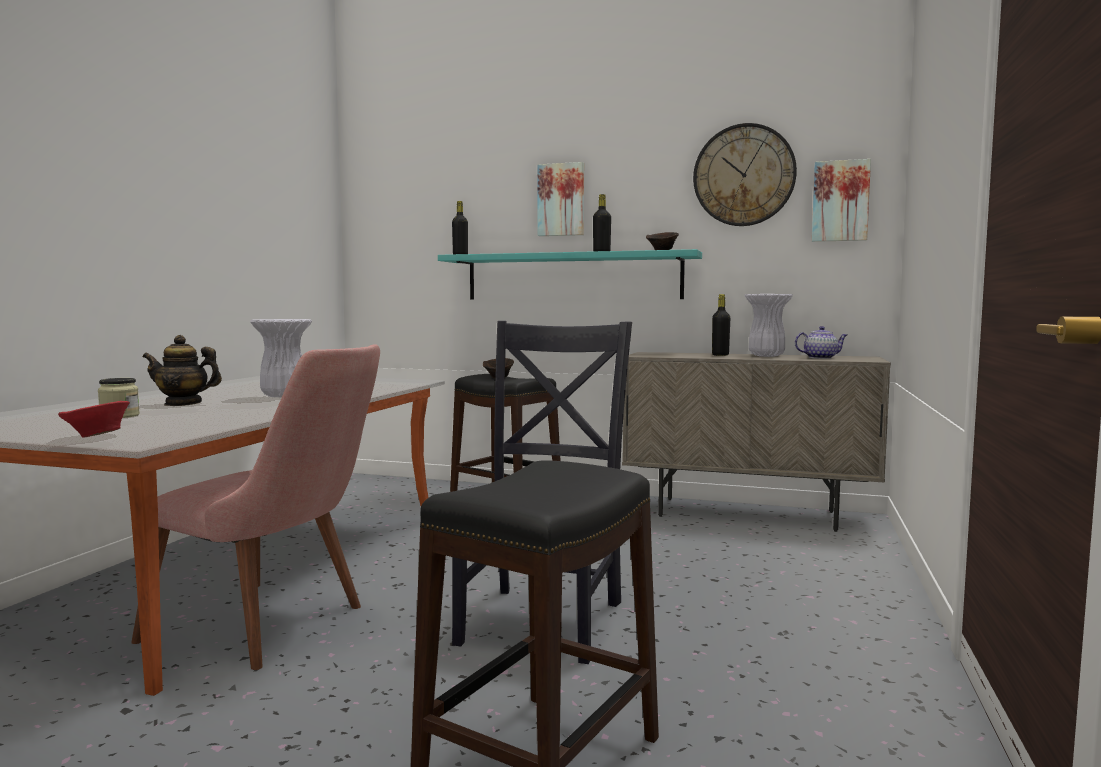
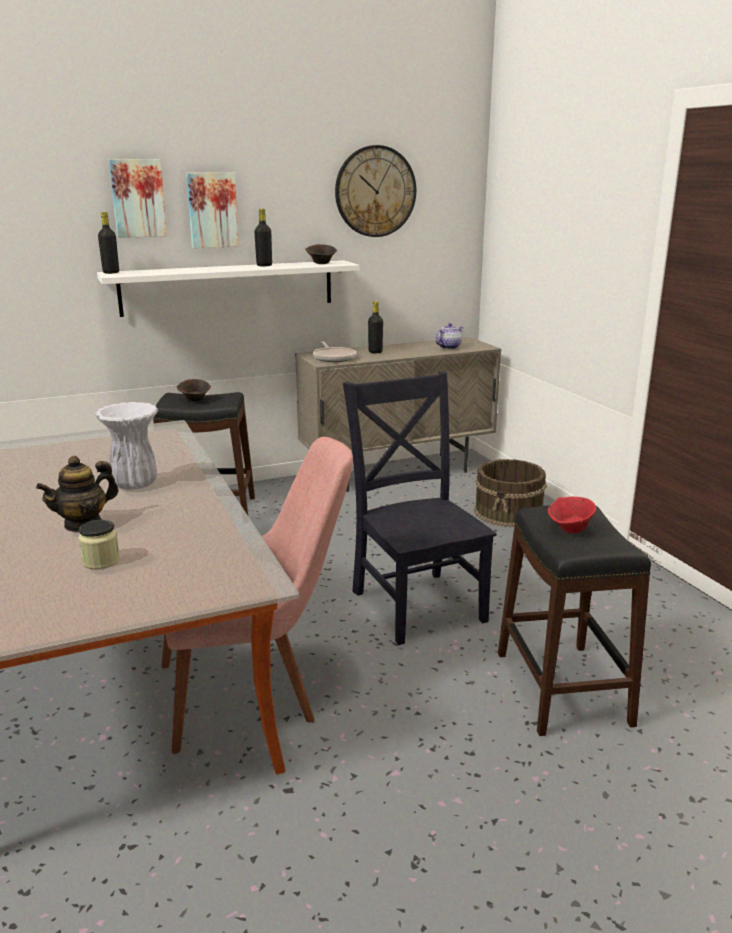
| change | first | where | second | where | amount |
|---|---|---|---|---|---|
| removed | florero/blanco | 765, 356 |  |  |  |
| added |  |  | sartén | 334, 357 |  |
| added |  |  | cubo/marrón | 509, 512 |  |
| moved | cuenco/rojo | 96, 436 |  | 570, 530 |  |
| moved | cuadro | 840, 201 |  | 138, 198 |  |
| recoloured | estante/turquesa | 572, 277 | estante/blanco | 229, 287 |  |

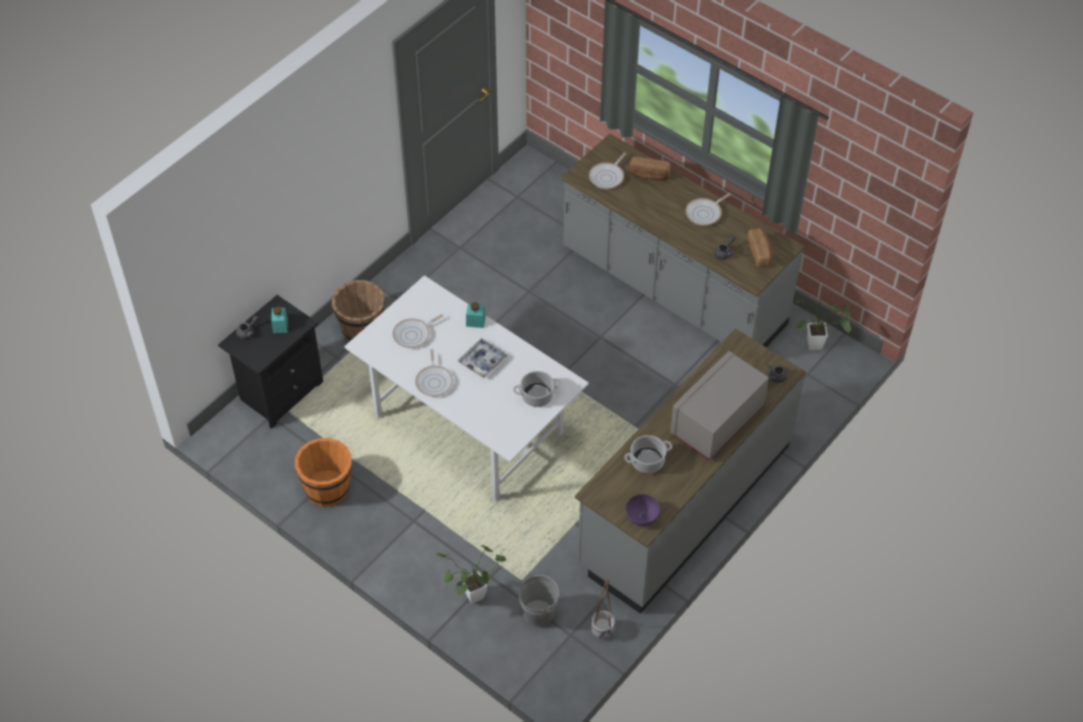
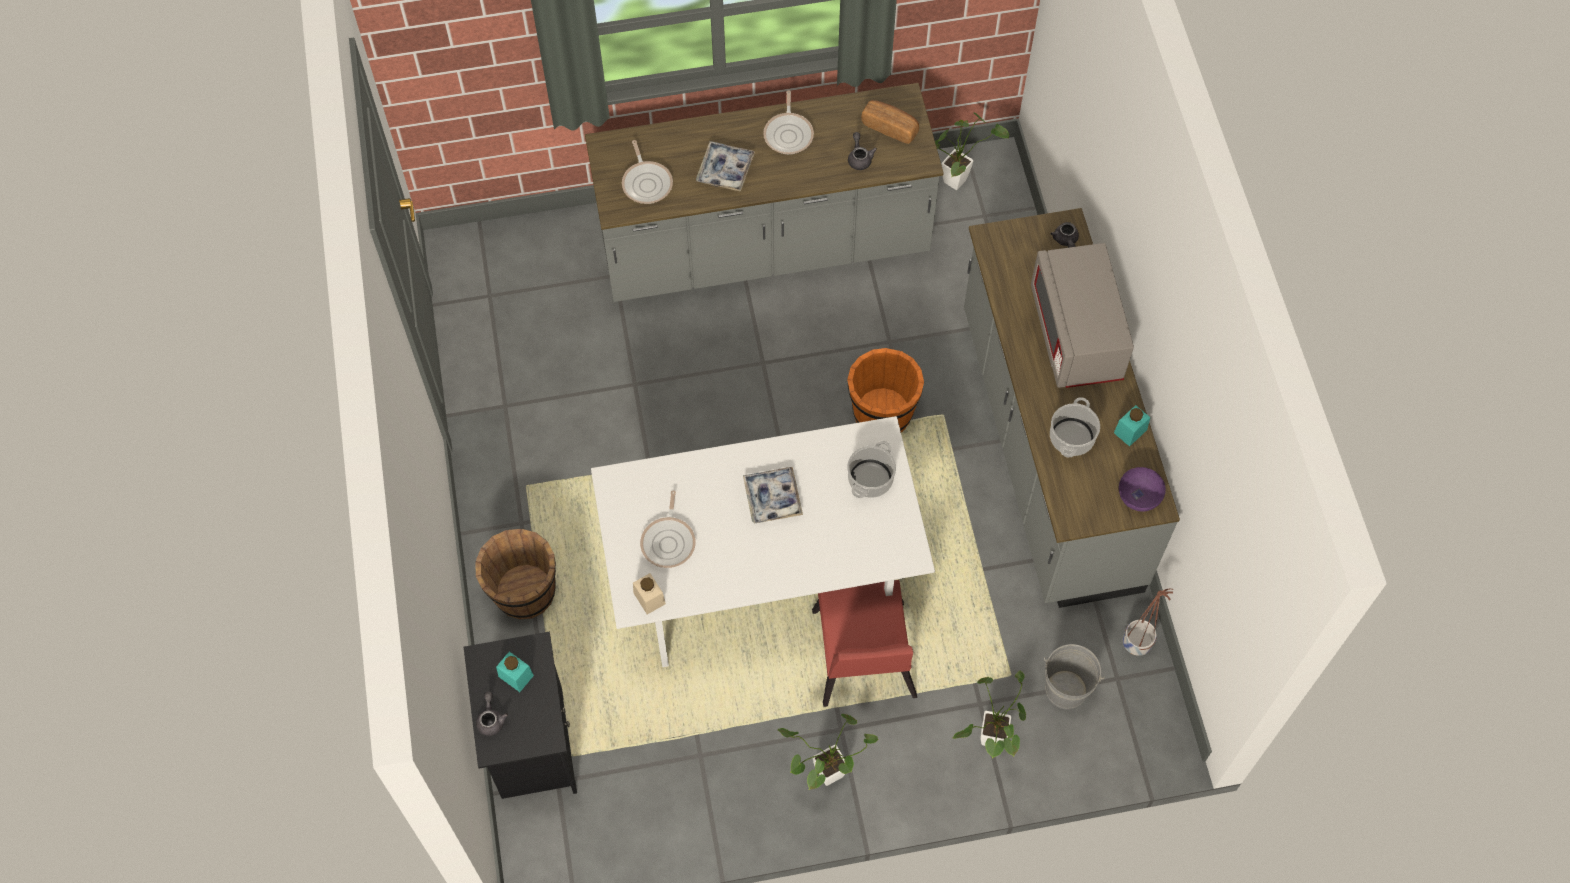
| change | first | where | second | where | amount |
|---|---|---|---|---|---|
| removed | sartén | 434, 381 |  |  |  |
| removed | pan | 649, 175 |  |  |  |
| added |  |  | tarro/beis | 649, 598 |  |
| added |  |  | bandeja | 725, 170 |  |
| added |  |  | planta en maceta | 824, 776 |  |
| added |  |  | silla/rojo | 862, 662 |  |
| moved | cubo/naranja | 327, 488 |  | 882, 412 |  |
| moved | tarro/turquesa | 475, 321 |  | 1130, 431 |  |

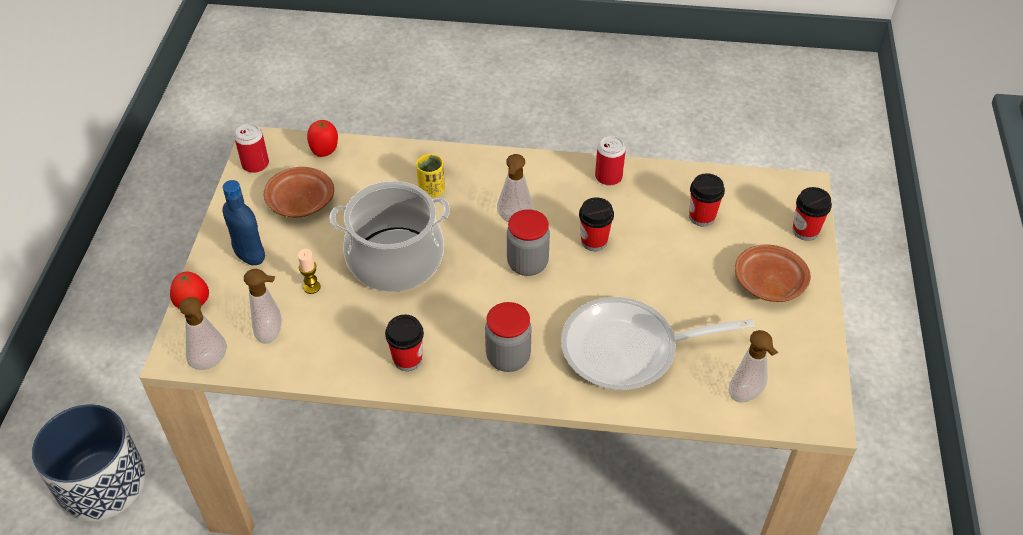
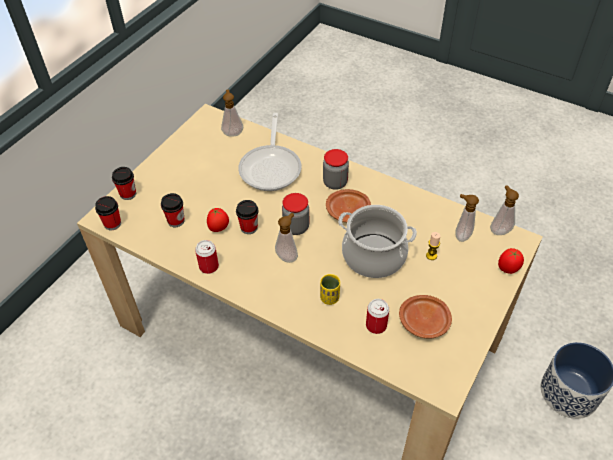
| change | first | where | second | where | amount |
|---|---|---|---|---|---|
| removed | botella/azul | 250, 256 |  |  |  |
| moved | lata | 255, 164 |  | 376, 325 |  |
| moved | tomate | 325, 150 |  | 219, 228 |  |
| moved | taza | 407, 359 |  | 112, 224 |  |
| moved | plato/marrón | 768, 282 |  | 348, 211 |  |
| turned | sartén | 630, 350 |  | 271, 167 | 75 degrees clockwise |

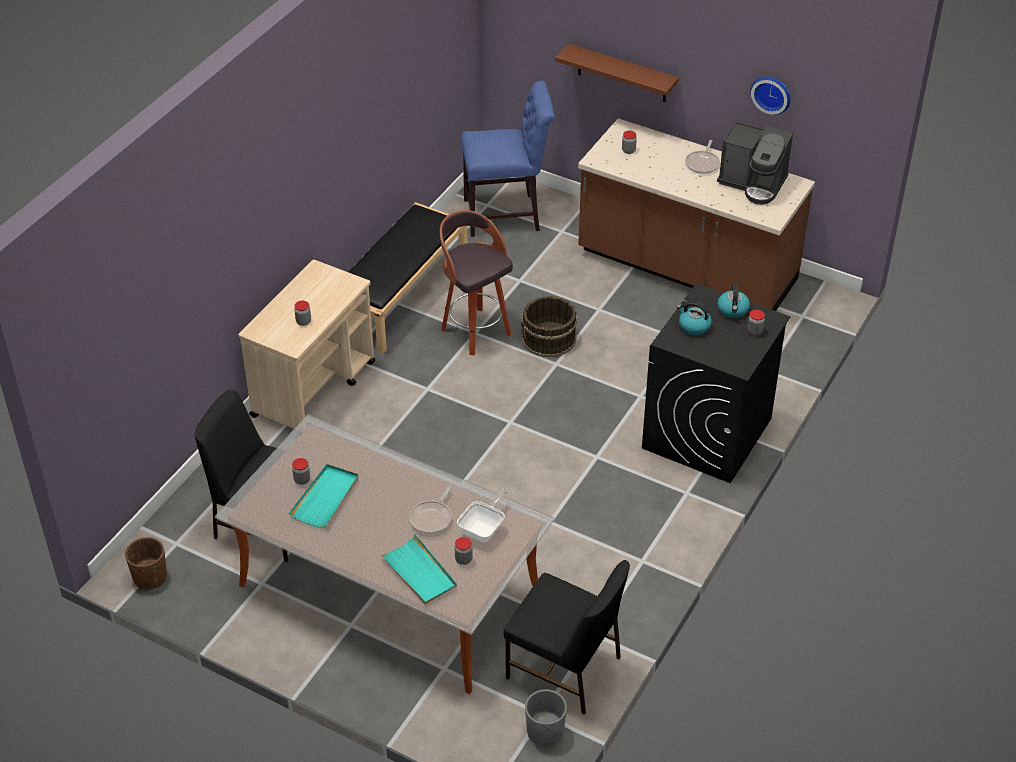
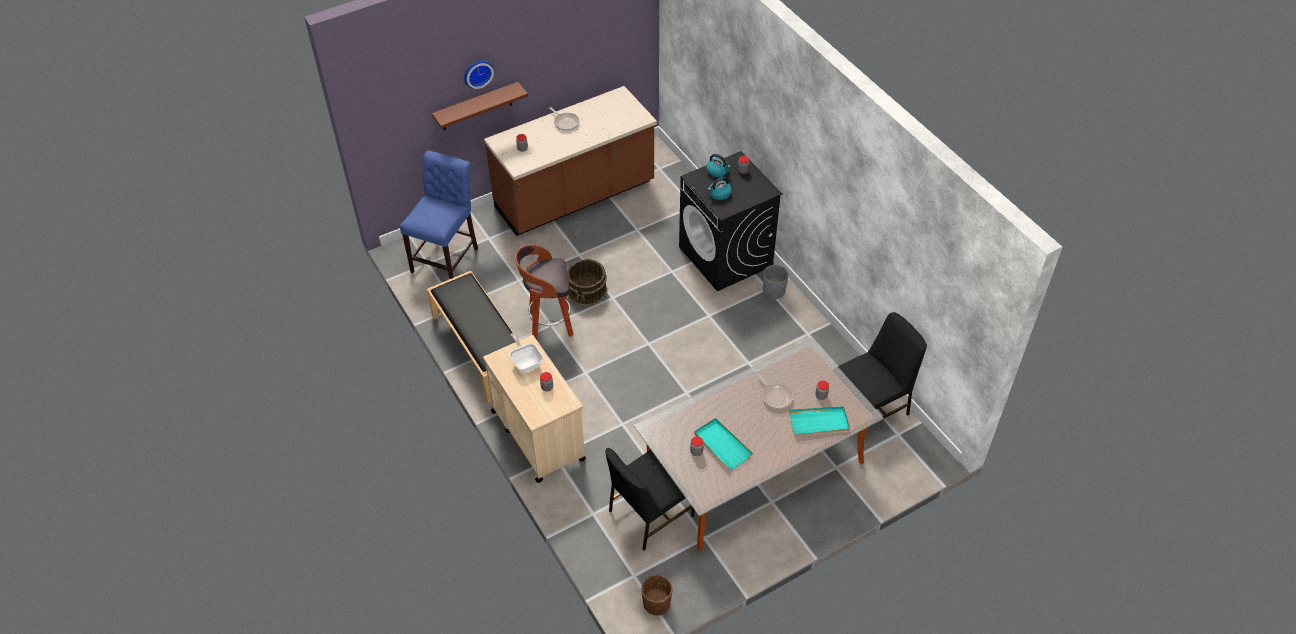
| change | first | where | second | where | amount |
|---|---|---|---|---|---|
| removed | cafetera | 753, 183 |  |  |  |
| moved | sartén | 484, 528 |  | 526, 362 |  |
| moved | maceta/gris | 545, 731 |  | 773, 291 |  |
| moved | reloj de pared | 772, 93 |  | 477, 73 |  |

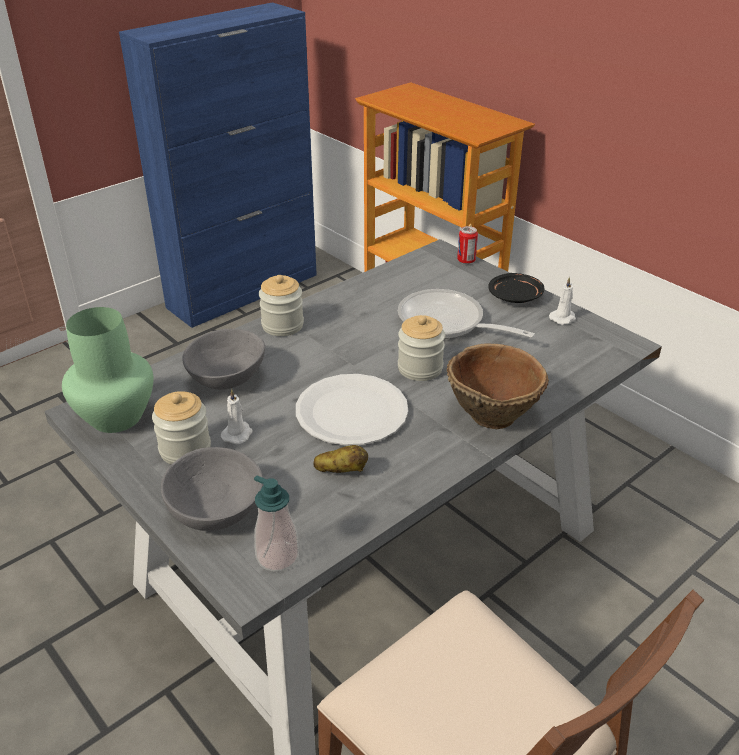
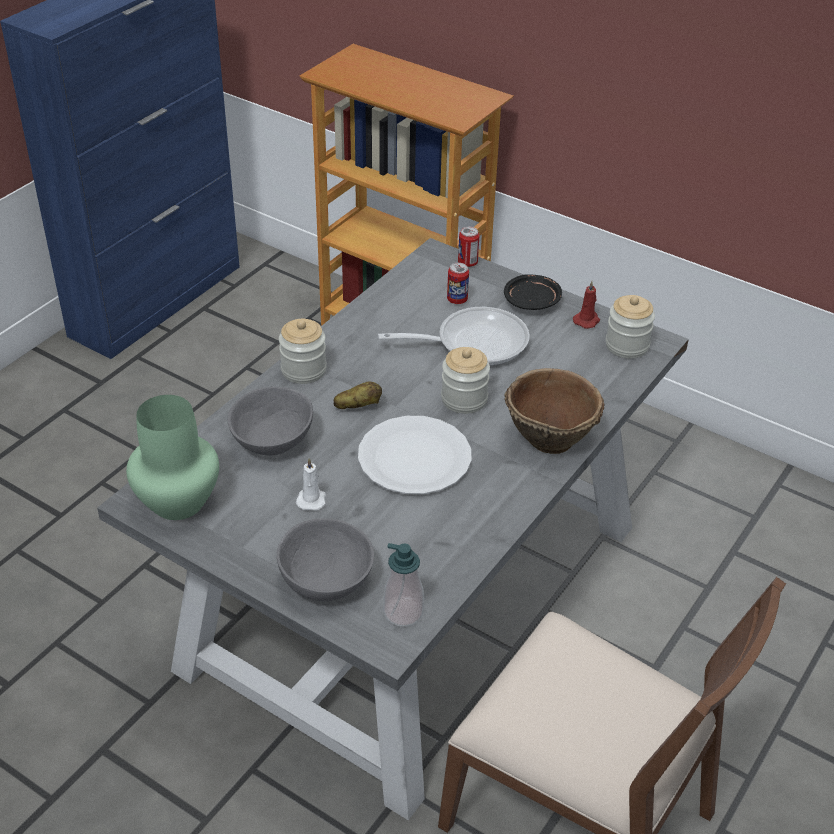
| change | first | where | second | where | amount |
|---|---|---|---|---|---|
| added |  |  | lata | 457, 300 |  |
| moved | tarro | 185, 449 |  | 627, 345 |  |
| moved | patata | 341, 471 |  | 358, 406 |  |
| recoloured | vela/blanco | 563, 318 | vela/rojo | 587, 320 |  |
| turned | sartén | 447, 323 |  | 473, 343 | 150 degrees clockwise |

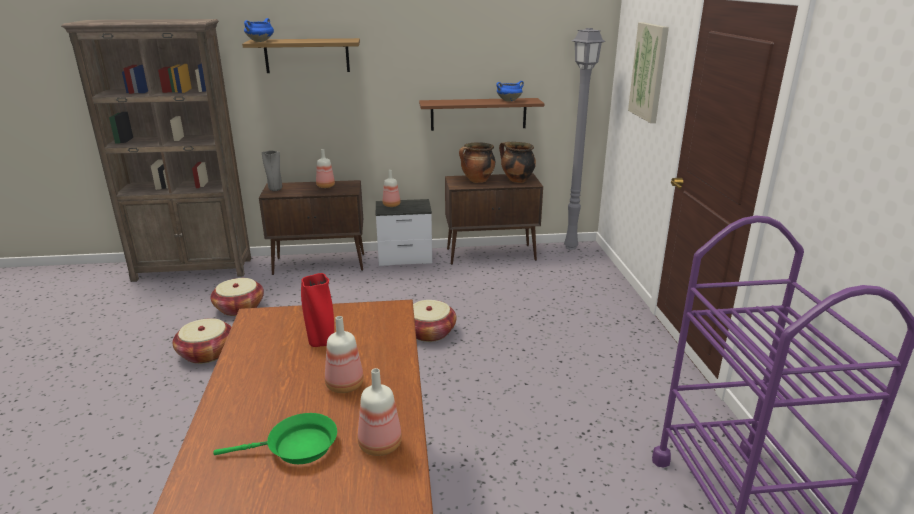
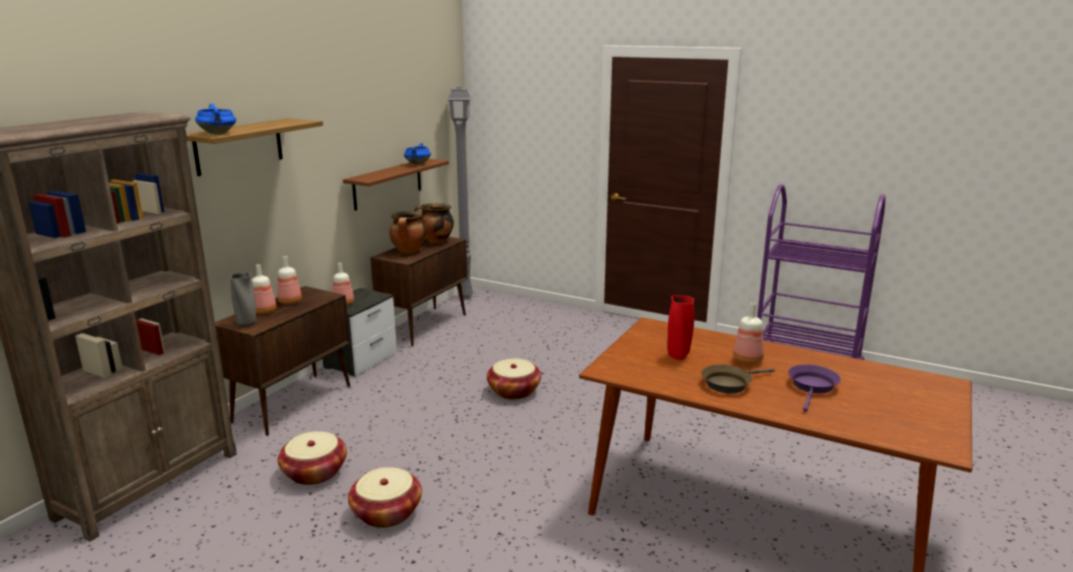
| change | first | where | second | where | amount |
|---|---|---|---|---|---|
| removed | cuadro | 649, 72 |  |  |  |
| added |  |  | sartén/marrón | 729, 383 |  |
| moved | botella | 381, 445 |  | 265, 311 |  |
| recoloured | sartén/verde | 296, 447 | sartén/morado | 812, 387 |  |

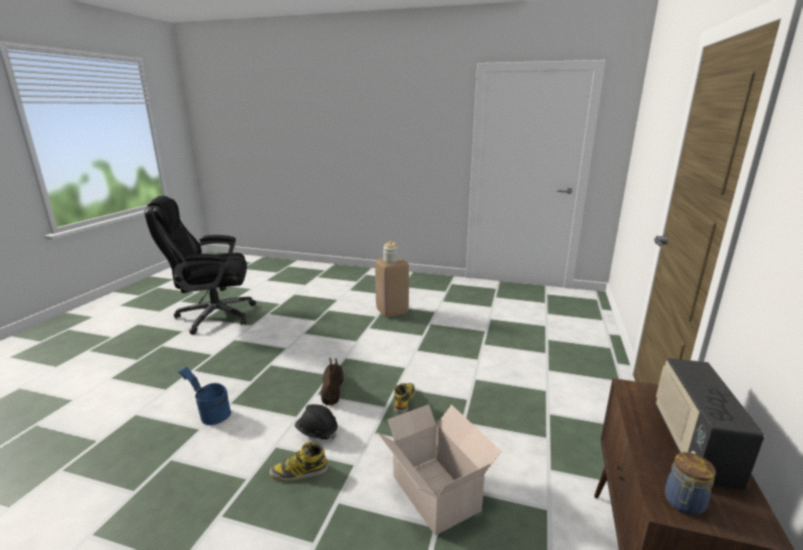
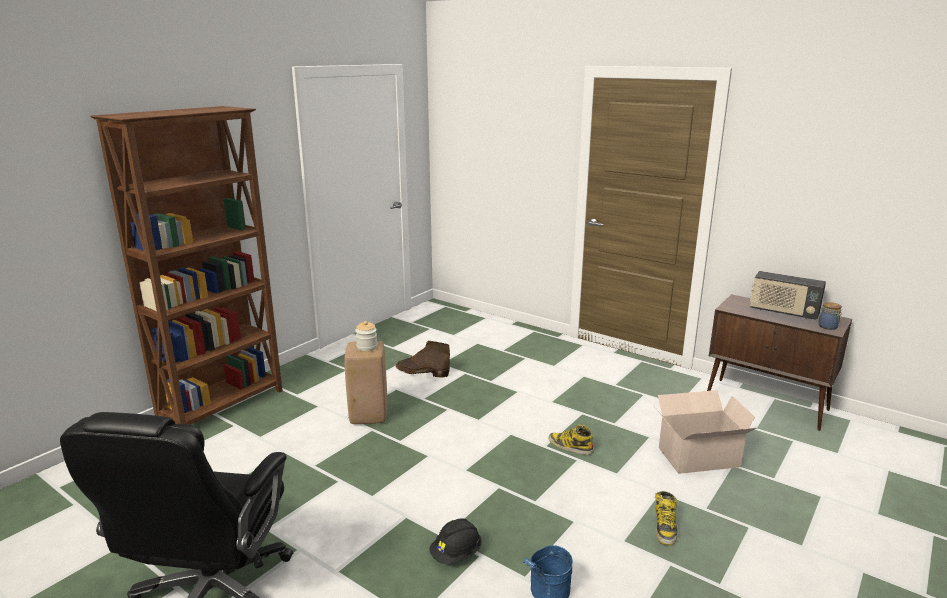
| change | first | where | second | where | amount |
|---|---|---|---|---|---|
| added |  |  | estantería/marrón | 223, 406 |  |
| moved | casco/negro | 317, 432 |  | 456, 554 |  |
| moved | bota/marrón | 332, 386 |  | 422, 372 |  |

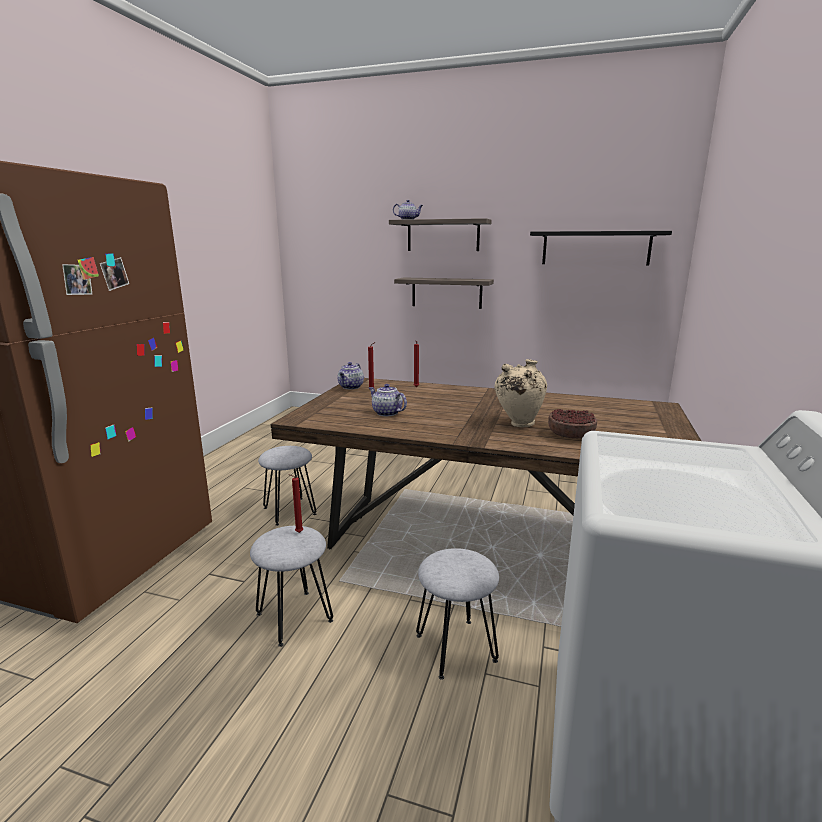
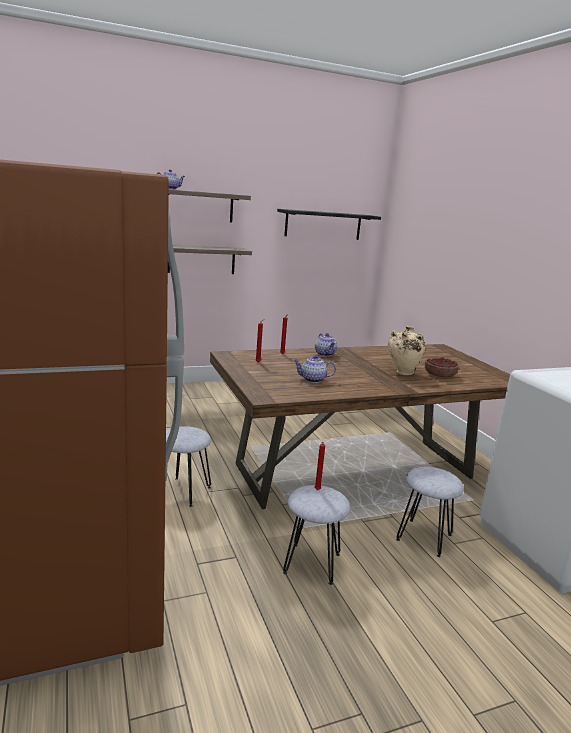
| change | first | where | second | where | amount |
|---|---|---|---|---|---|
| moved | tetera | 351, 387 |  | 325, 354 |  |

